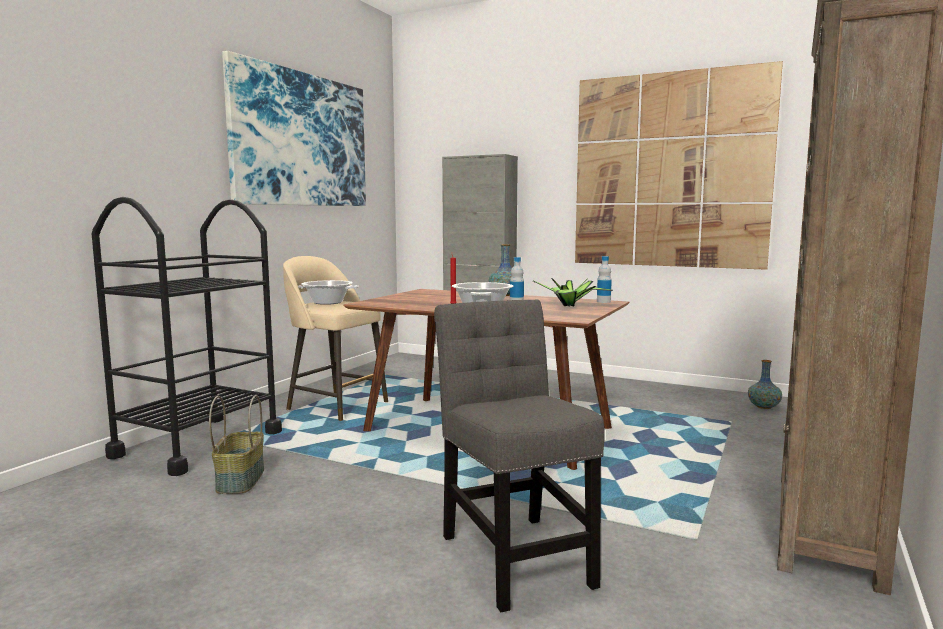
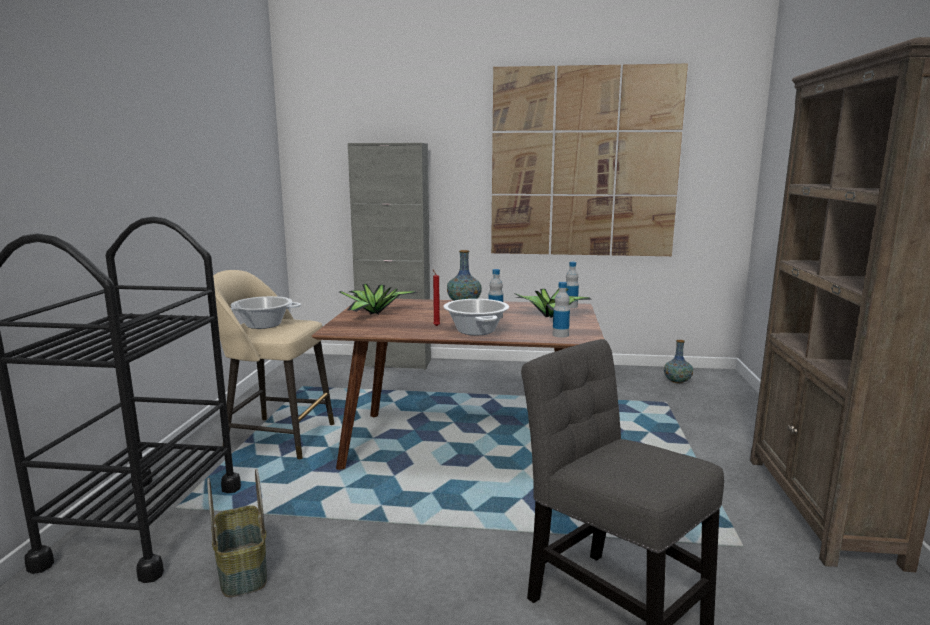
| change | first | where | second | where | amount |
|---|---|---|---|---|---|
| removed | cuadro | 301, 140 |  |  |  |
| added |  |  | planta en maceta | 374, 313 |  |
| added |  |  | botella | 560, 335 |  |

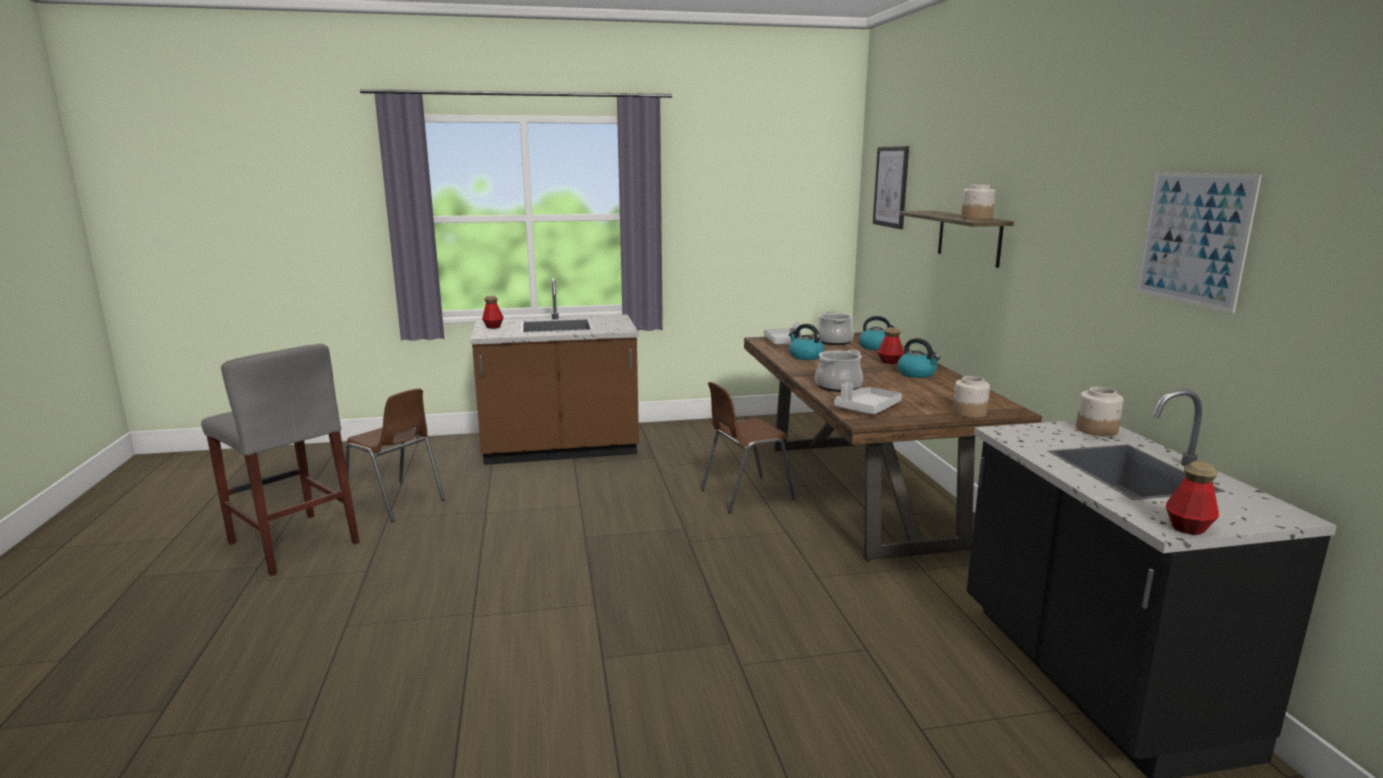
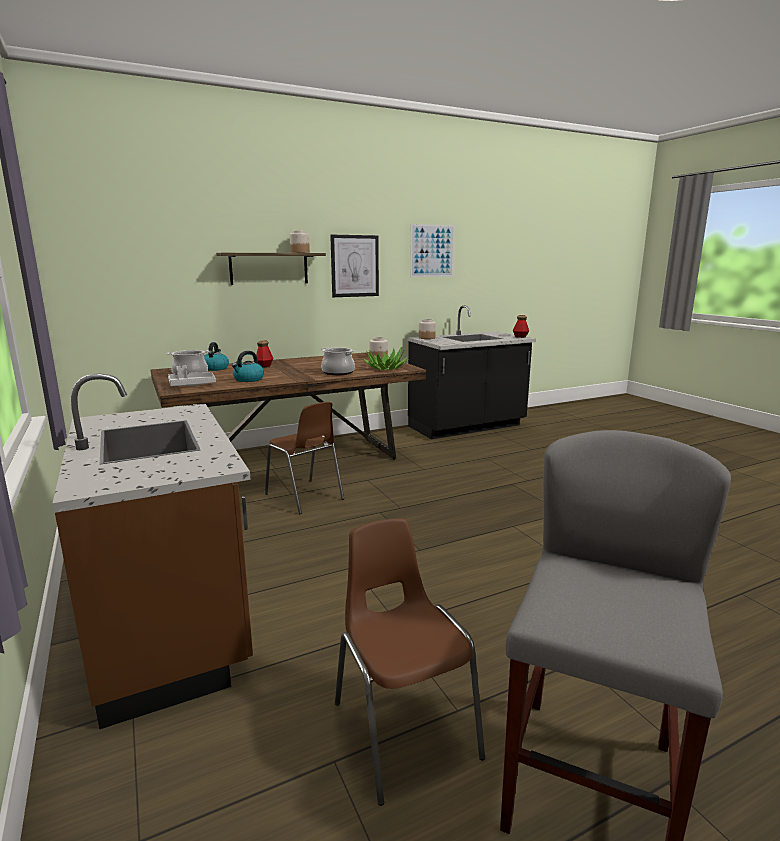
| change | first | where | second | where | amount |
|---|---|---|---|---|---|
| removed | botella | 493, 327 |  |  |  |
| removed | hervidor | 917, 374 |  |  |  |
| moved | cuadro | 891, 187 |  | 354, 266 |  |
| replaced | bandeja/gris | 867, 409 | planta en maceta | 385, 368 |  |
| turned | silla/marrón | 396, 502 |  | 403, 728 | 45 degrees counterclockwise |

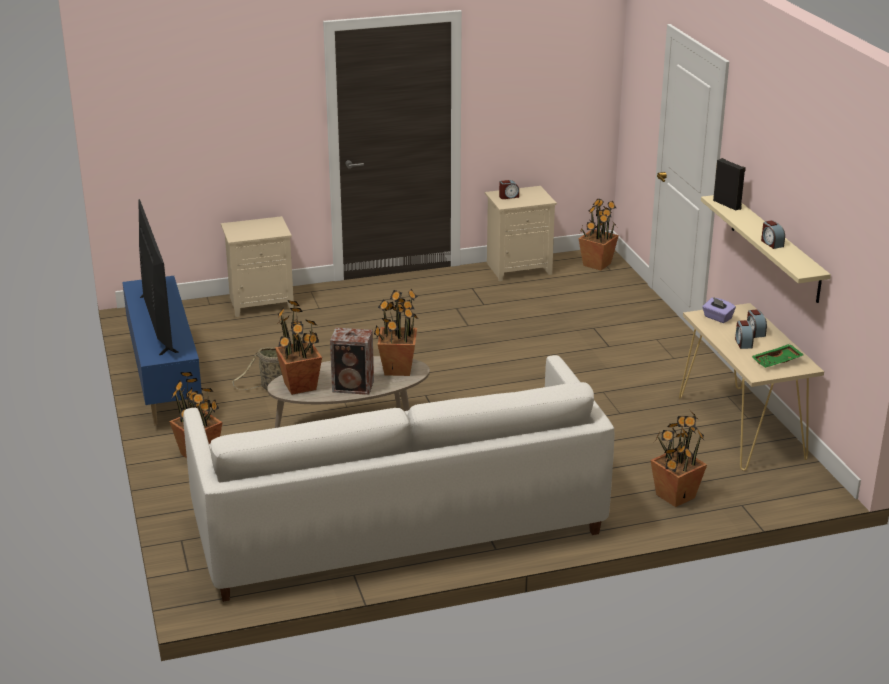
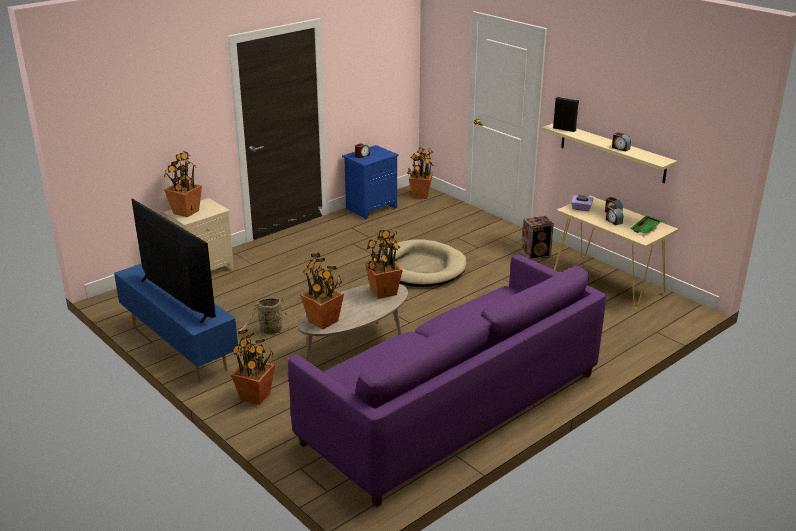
| change | first | where | second | where | amount |
|---|---|---|---|---|---|
| added |  |  | cama para perro/beis | 419, 268 |  |
| moved | altavoz | 354, 386 |  | 536, 255 |  |
| moved | planta en maceta | 674, 496 |  | 185, 212 |  |
| recoloured | sofá/blanco | 397, 525 | sofá/morado | 452, 408 |  |
| recoloured | mesita de noche/beis | 519, 268 | mesita de noche/azul | 371, 208 |  |

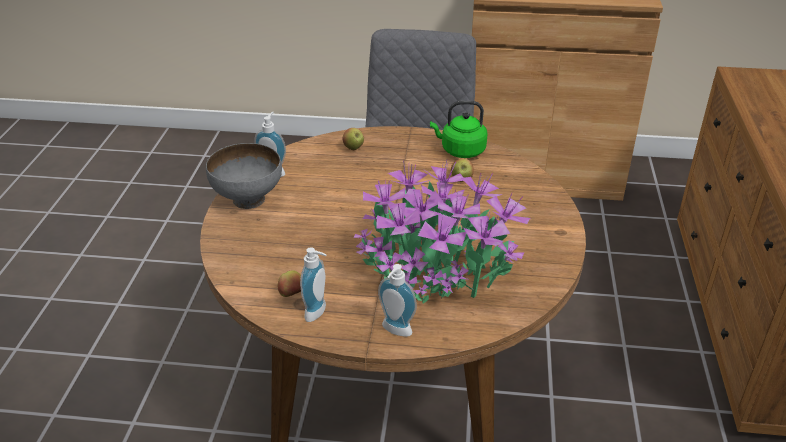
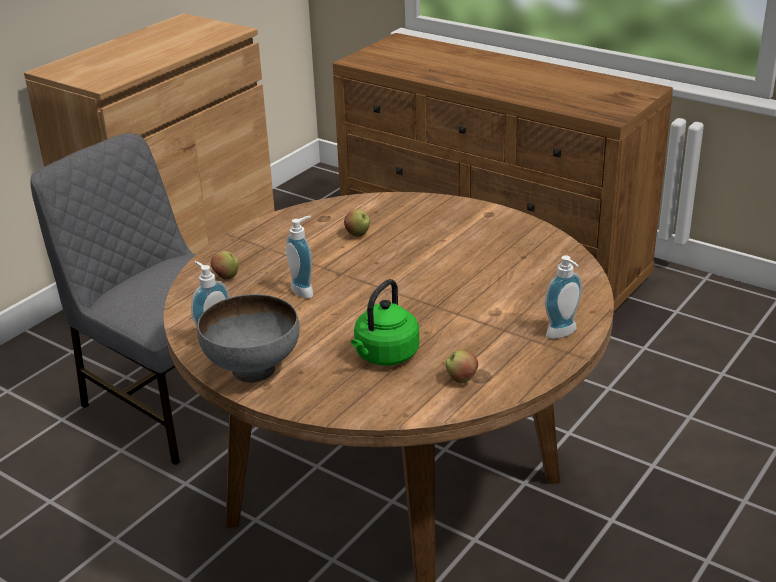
| change | first | where | second | where | amount |
|---|---|---|---|---|---|
| removed | planta en maceta | 436, 272 |  |  |  |
| moved | dispensador de jabón | 318, 313 |  | 305, 290 |  |
| moved | hervidor/verde | 460, 151 |  | 385, 356 |  |

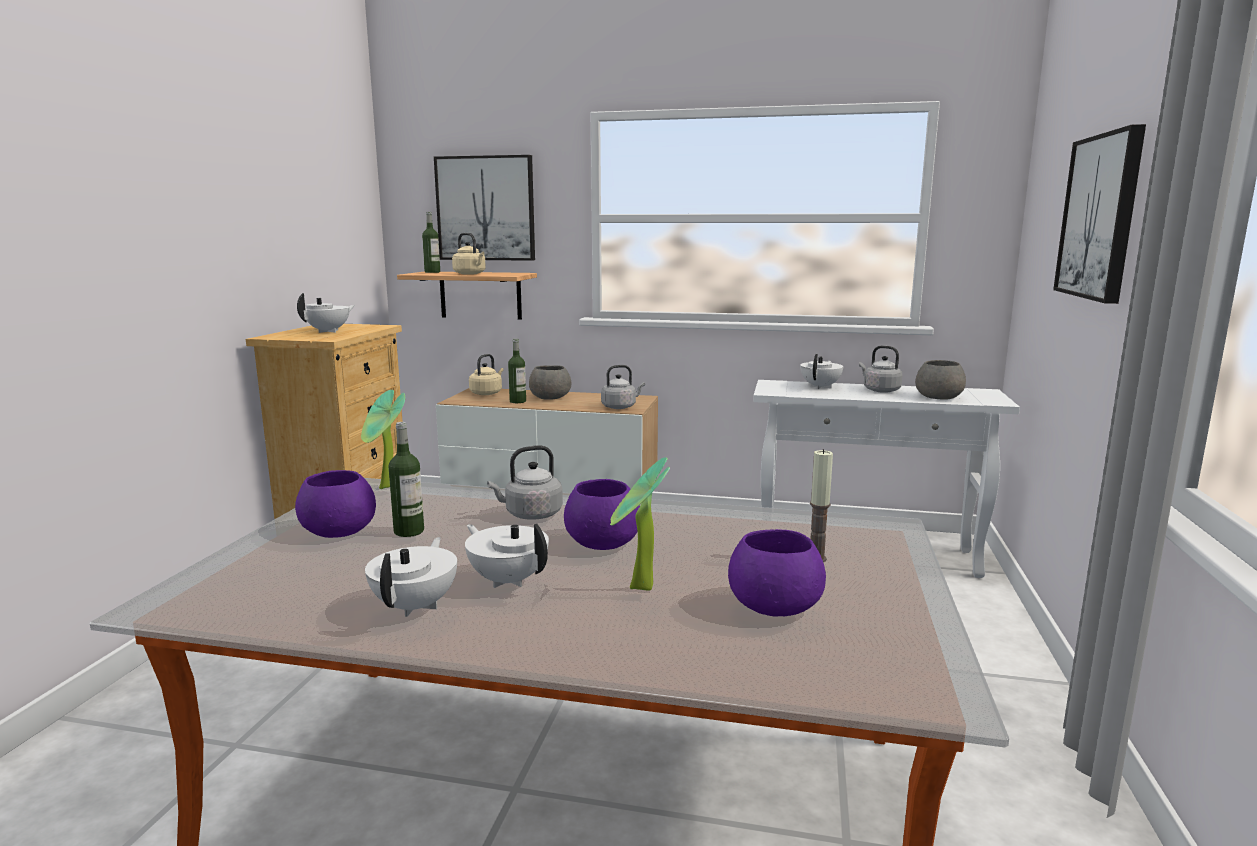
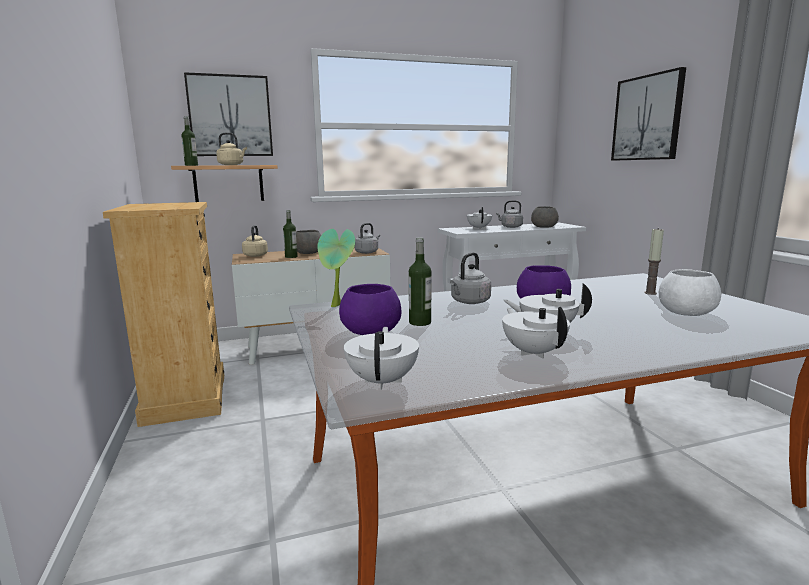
| change | first | where | second | where | amount |
|---|---|---|---|---|---|
| removed | planta en maceta | 638, 590 |  |  |  |
| moved | tetera/blanco | 329, 331 |  | 383, 381 |  |
| recoloured | cuenco/morado | 772, 605 | cuenco/blanco | 685, 312 |  |

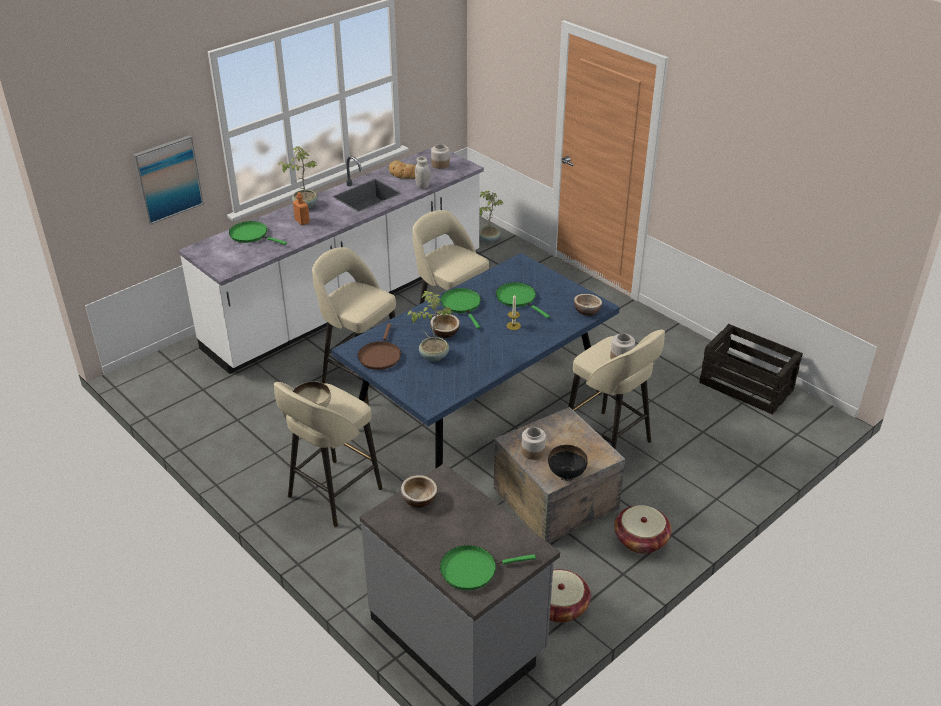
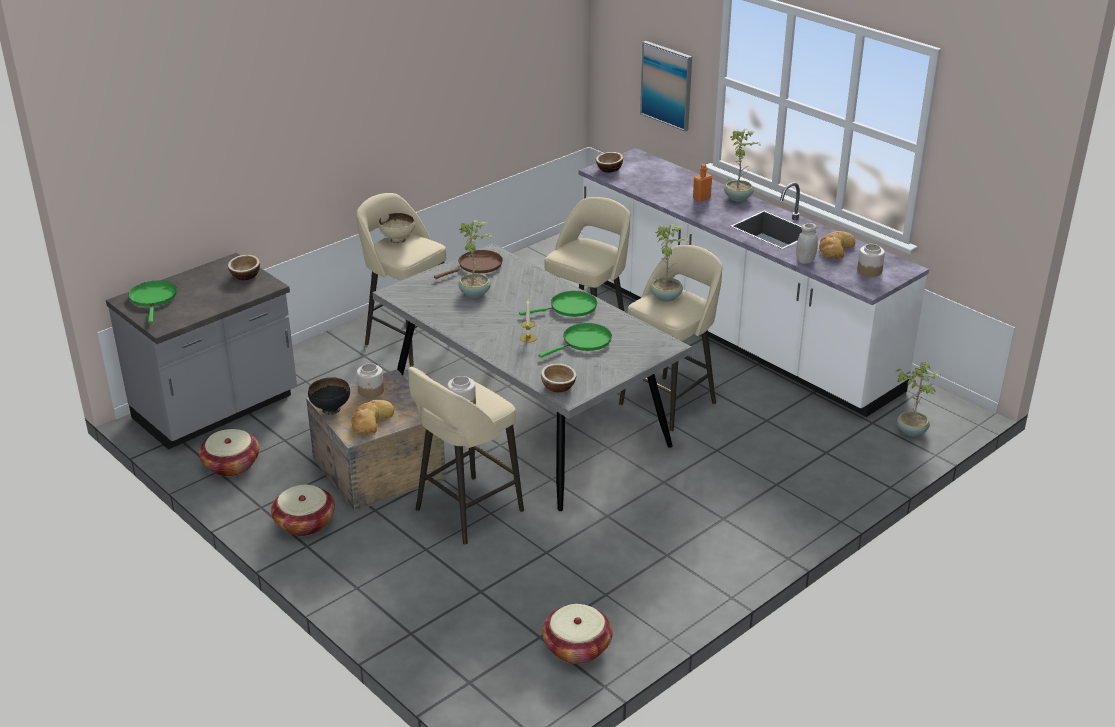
| change | first | where | second | where | amount |
|---|---|---|---|---|---|
| removed | sartén/verde | 251, 235 |  |  |  |
| added |  |  | pan | 370, 421 |  |
| added |  |  | planta en maceta | 666, 297 |  |
| moved | cuenco | 445, 332 |  | 609, 169 |  |
| replaced | caja de embalaje | 747, 386 | cesta | 577, 647 |  |
| recoloured | mesa de comedor/azul | 479, 410 | mesa de comedor/gris | 529, 421 |  |
| turned | sartén/marrón | 380, 356 |  | 477, 266 | 135 degrees clockwise |

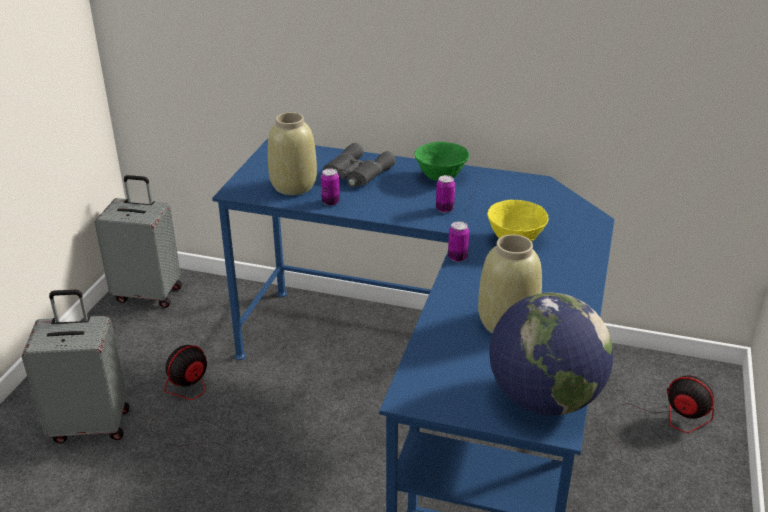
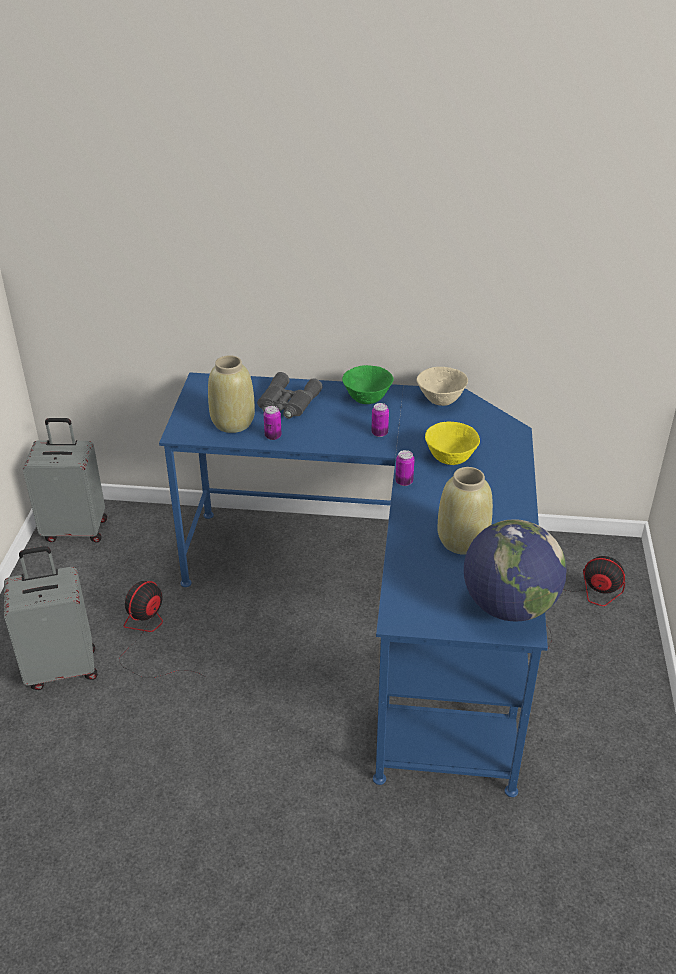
| change | first | where | second | where | amount |
|---|---|---|---|---|---|
| added |  |  | cuenco/beis | 440, 401 |  |

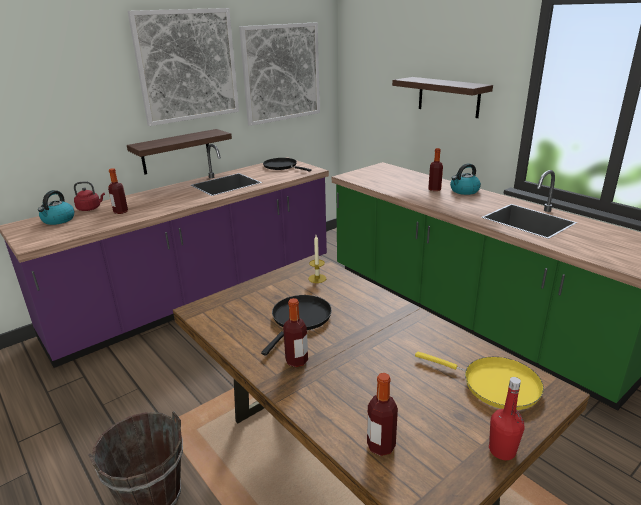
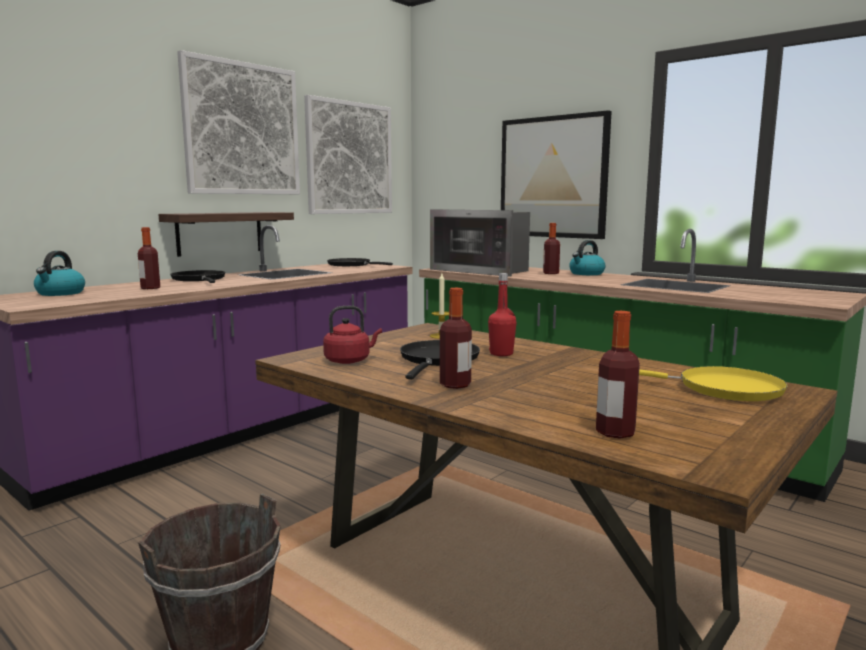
| change | first | where | second | where | amount |
|---|---|---|---|---|---|
| added |  |  | sartén/negro | 199, 279 |  |
| added |  |  | microondas | 483, 270 |  |
| moved | hervidor/rojo | 90, 208 |  | 349, 360 |  |
| moved | botella/rojo | 502, 451 |  | 501, 353 |  |
| replaced | estante | 448, 97 | cuadro | 553, 177 |  |

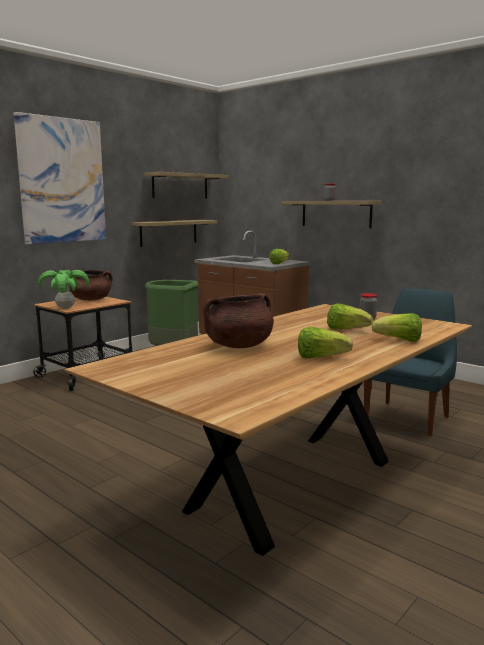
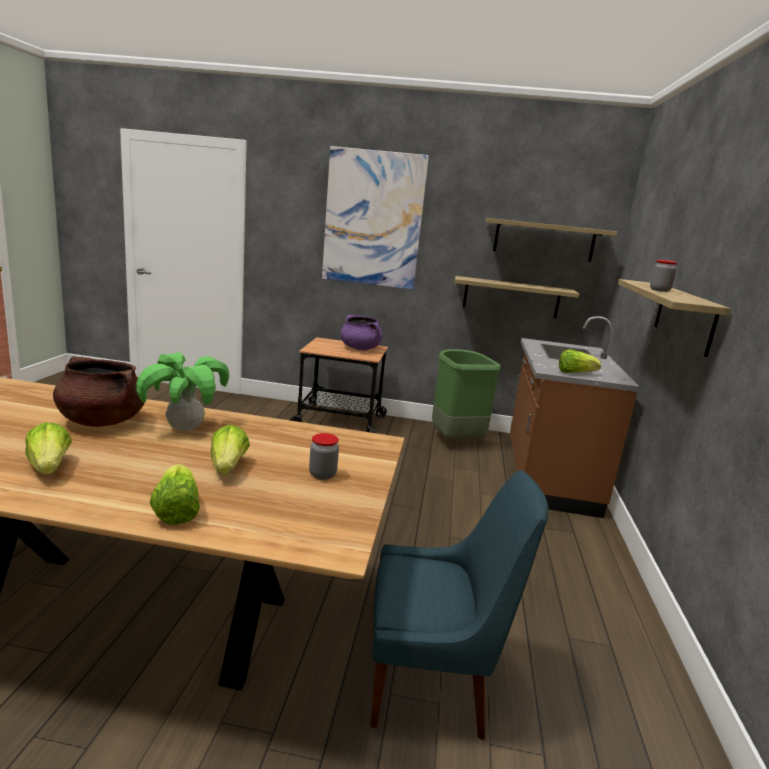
| change | first | where | second | where | amount |
|---|---|---|---|---|---|
| moved | planta en maceta | 65, 308 |  | 184, 428 |  |
| recoloured | olla/marrón | 91, 300 | olla/morado | 360, 348 |  |

